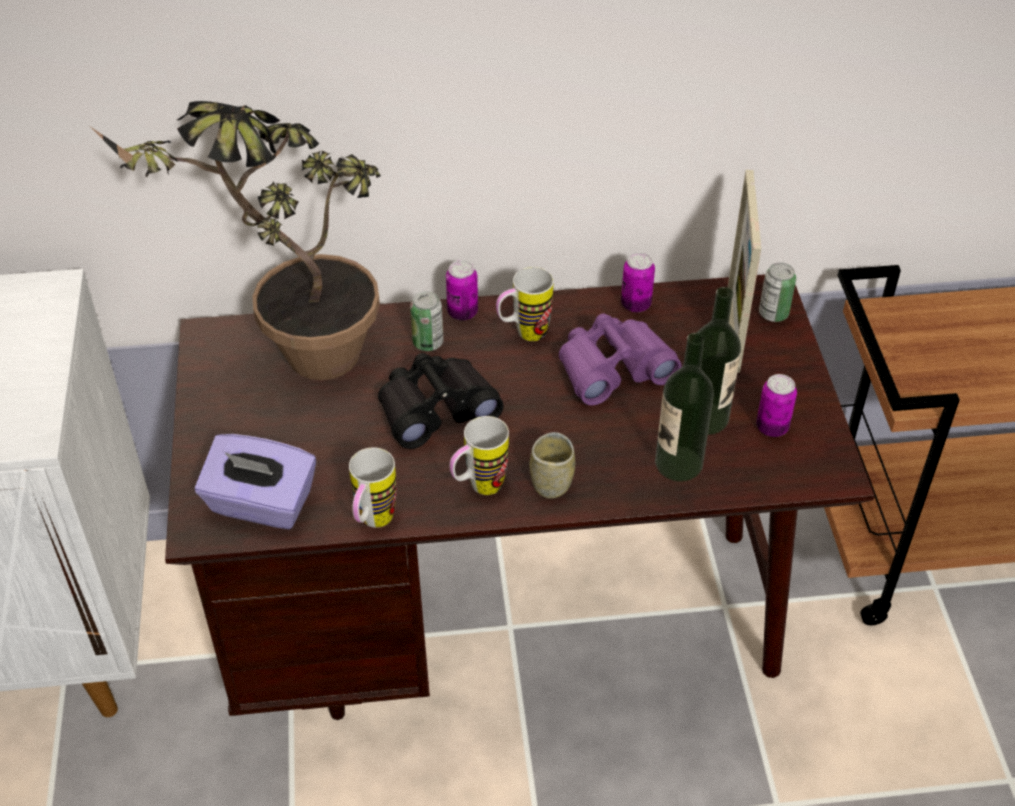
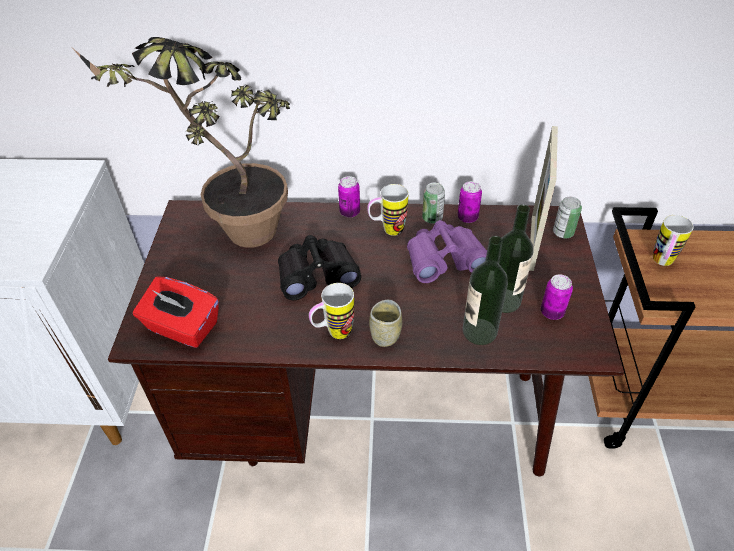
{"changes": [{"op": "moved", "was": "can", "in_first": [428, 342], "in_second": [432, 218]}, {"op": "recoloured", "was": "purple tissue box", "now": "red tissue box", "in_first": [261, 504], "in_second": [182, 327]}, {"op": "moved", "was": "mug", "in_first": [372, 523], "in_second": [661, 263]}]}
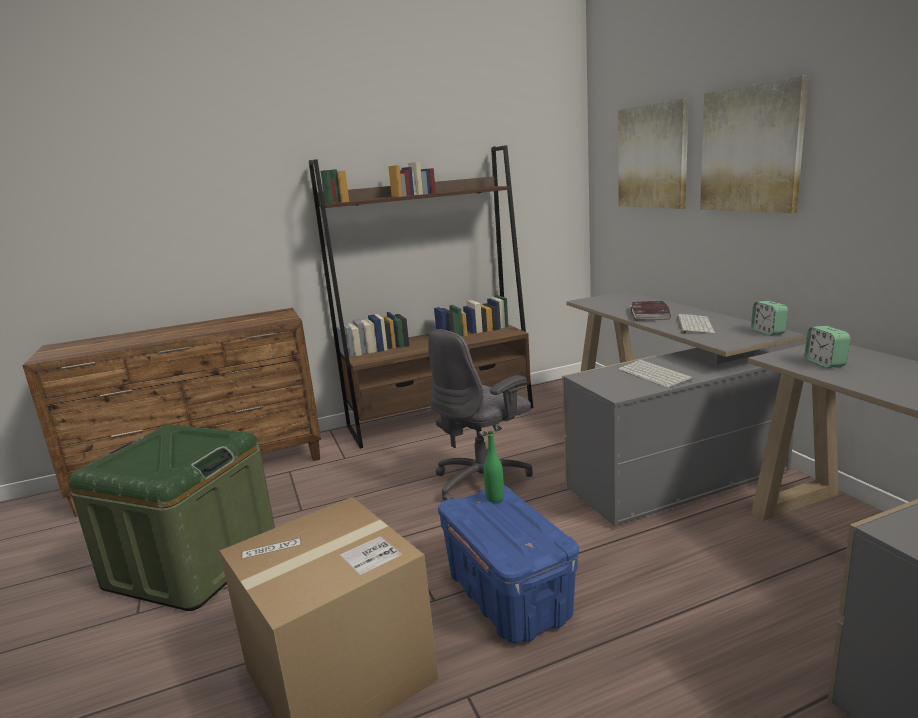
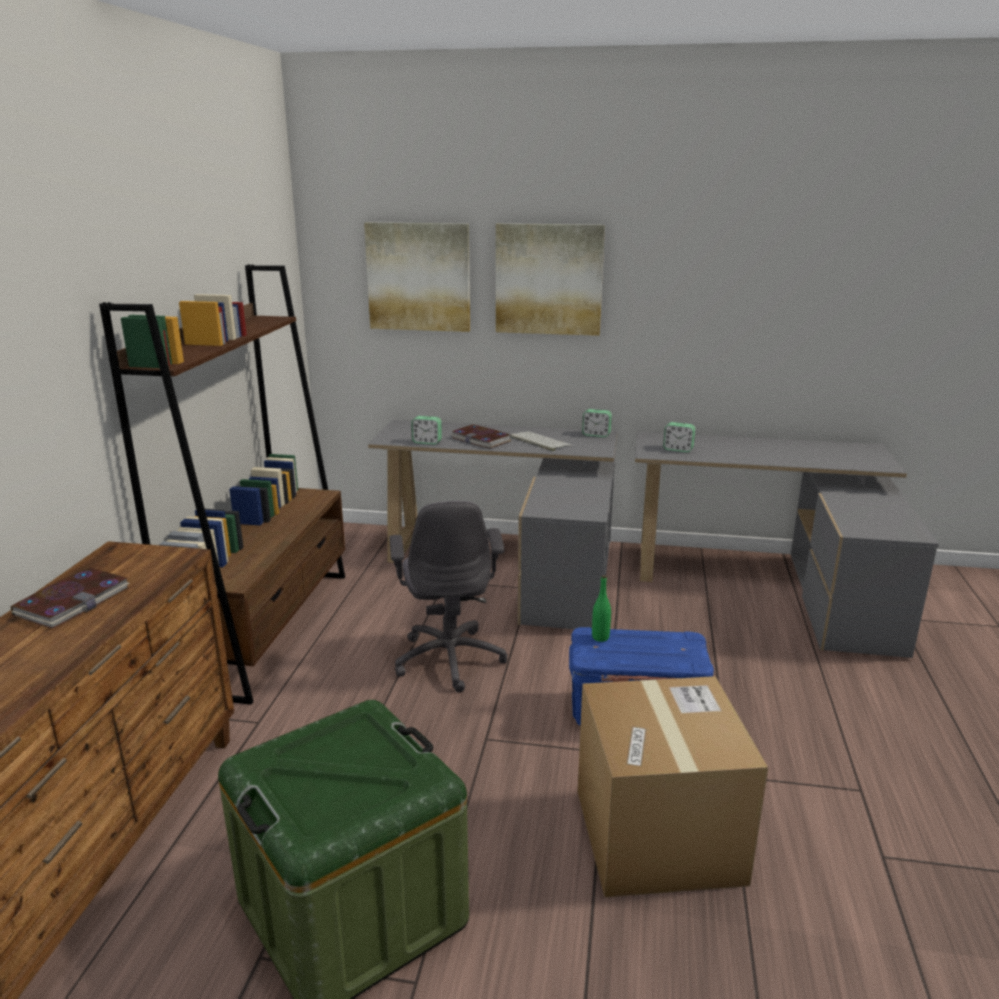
{"changes": [{"op": "removed", "was": "keyboard", "in_first": [655, 375]}, {"op": "added", "now": "alarm clock", "in_second": [427, 442]}, {"op": "added", "now": "book", "in_second": [73, 601]}]}
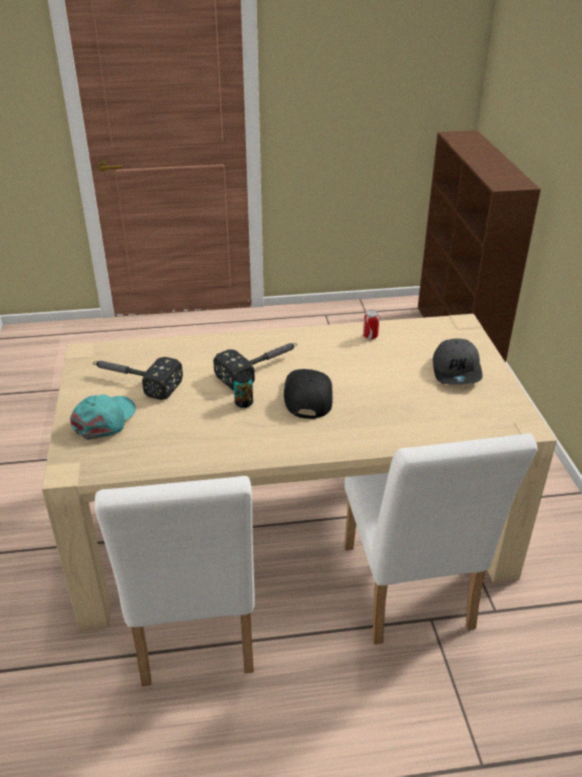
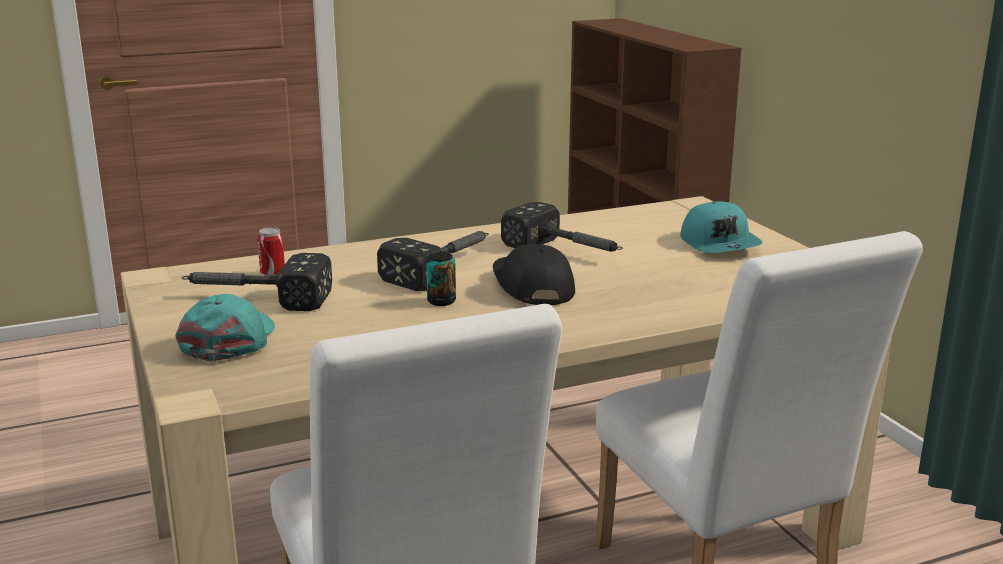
{"changes": [{"op": "moved", "was": "can", "in_first": [370, 336], "in_second": [273, 273]}, {"op": "recoloured", "was": "grey cap", "now": "turquoise cap", "in_first": [457, 371], "in_second": [720, 244]}, {"op": "added", "now": "hammer", "in_second": [567, 251]}]}
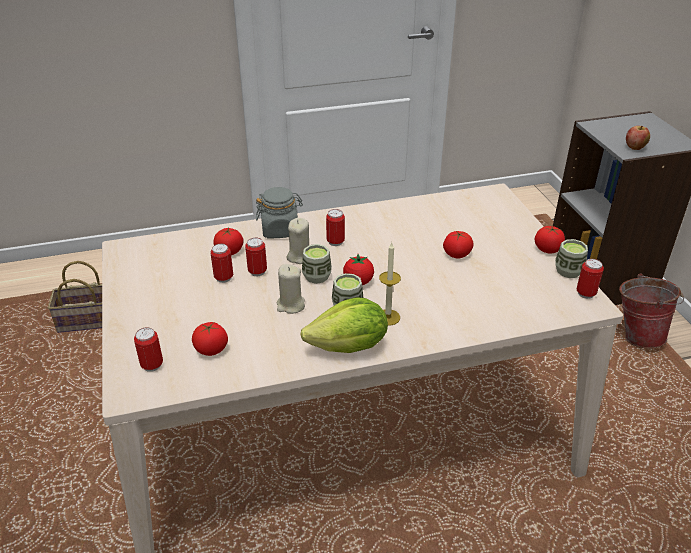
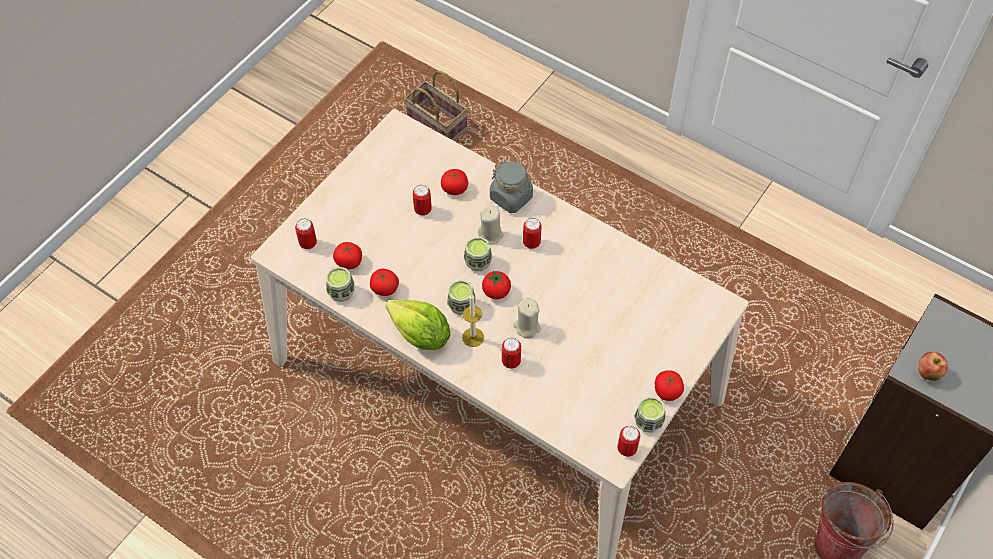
{"changes": [{"op": "moved", "was": "tomato", "in_first": [457, 254], "in_second": [385, 288]}, {"op": "moved", "was": "can", "in_first": [257, 271], "in_second": [511, 362]}, {"op": "moved", "was": "beige candle", "in_first": [290, 305], "in_second": [527, 327]}, {"op": "added", "now": "cup", "in_second": [341, 292]}]}
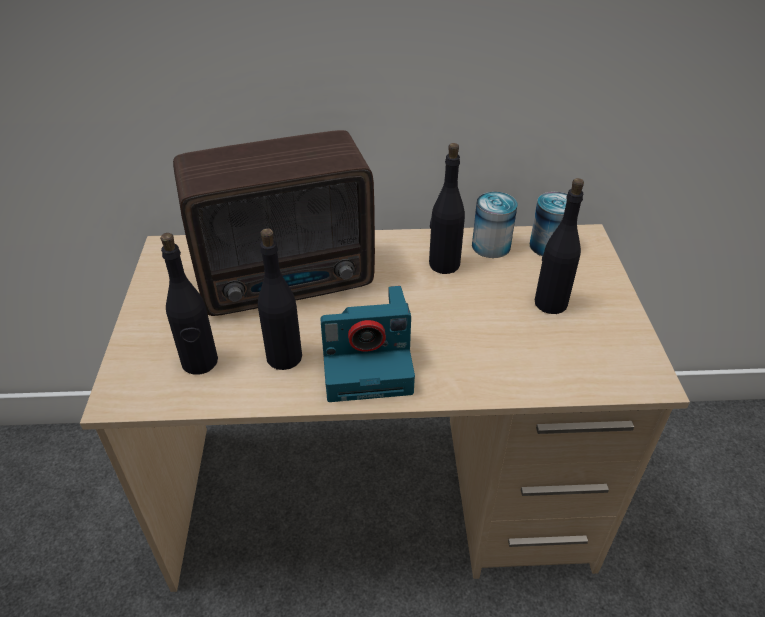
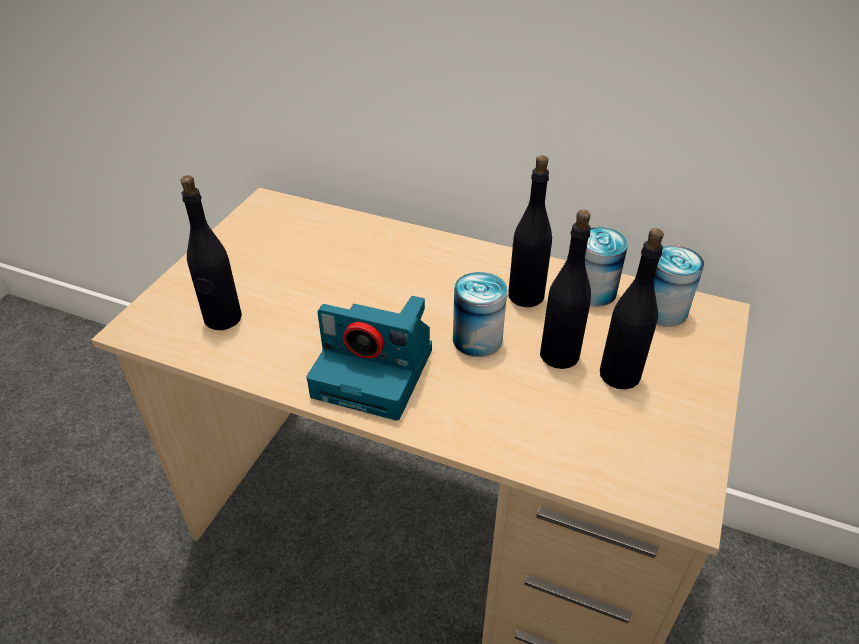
{"changes": [{"op": "removed", "was": "radio", "in_first": [290, 282]}, {"op": "moved", "was": "black bottle", "in_first": [284, 357], "in_second": [559, 355]}, {"op": "added", "now": "can", "in_second": [477, 339]}]}
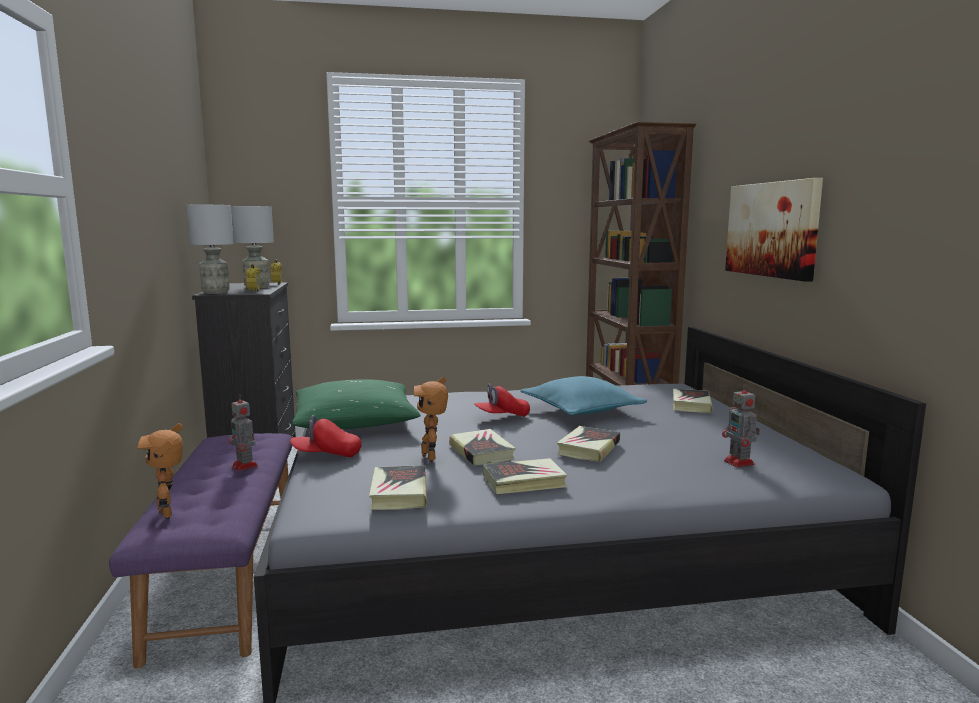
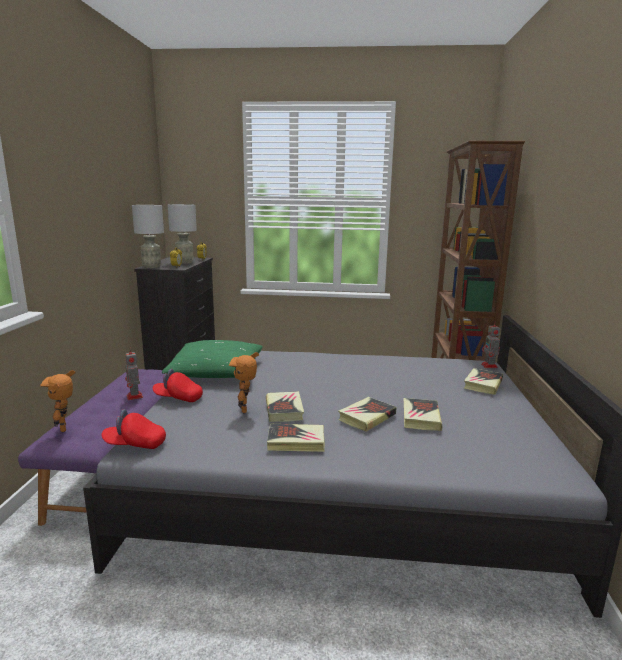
{"changes": [{"op": "removed", "was": "picture", "in_first": [772, 229]}, {"op": "removed", "was": "turquoise pillow", "in_first": [581, 410]}, {"op": "moved", "was": "toy robot", "in_first": [740, 463], "in_second": [489, 366]}, {"op": "moved", "was": "red cap", "in_first": [502, 416], "in_second": [135, 444]}, {"op": "moved", "was": "book", "in_first": [399, 493], "in_second": [420, 417]}]}
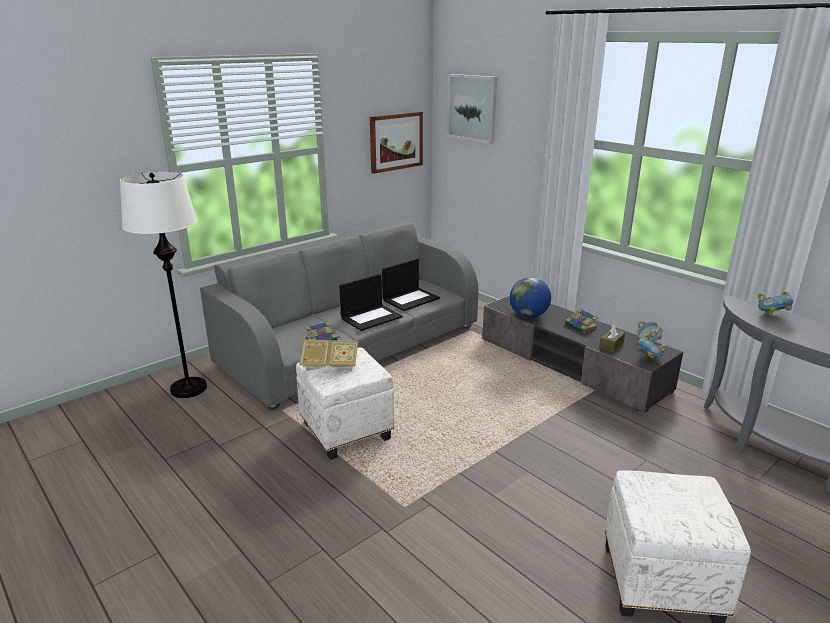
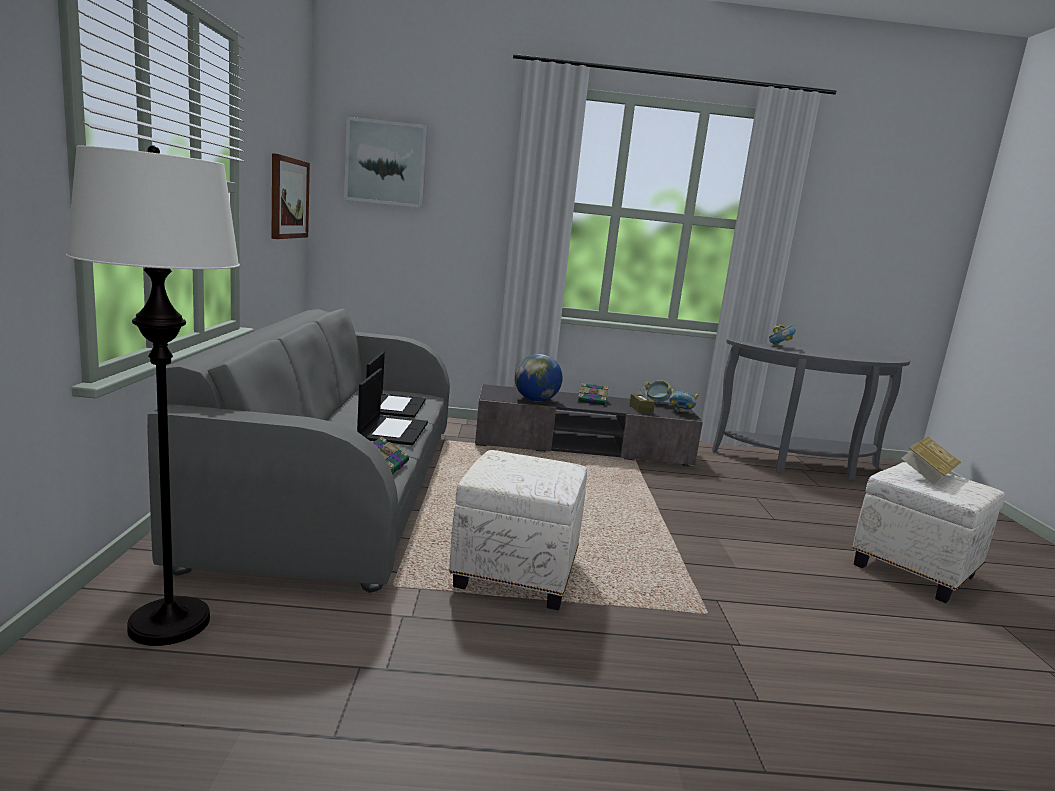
{"changes": [{"op": "moved", "was": "book", "in_first": [330, 366], "in_second": [927, 474]}]}
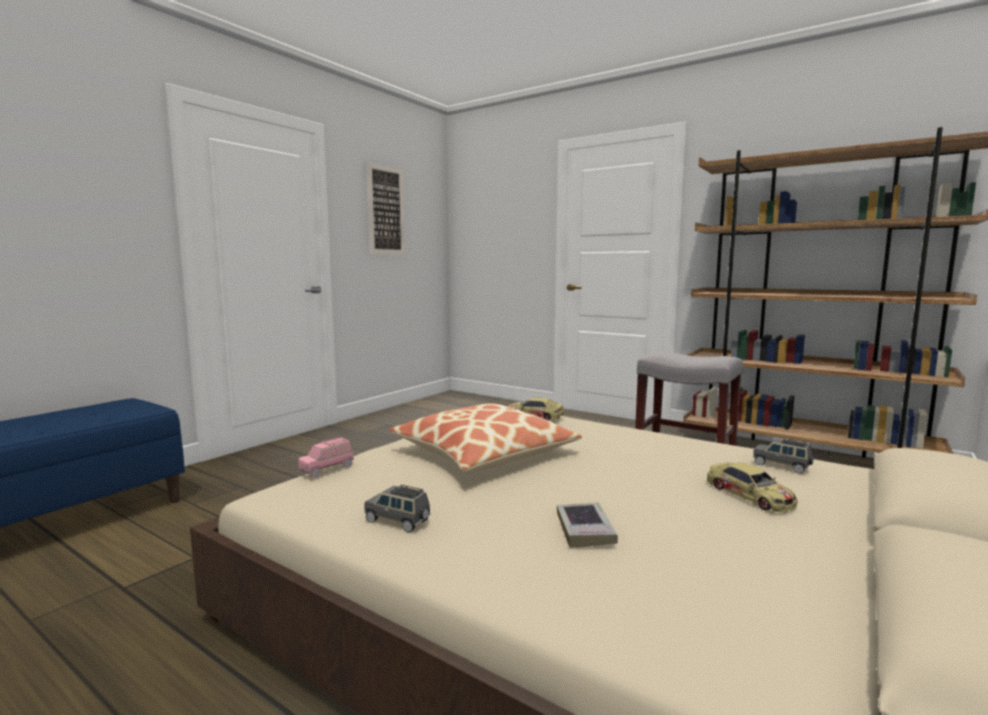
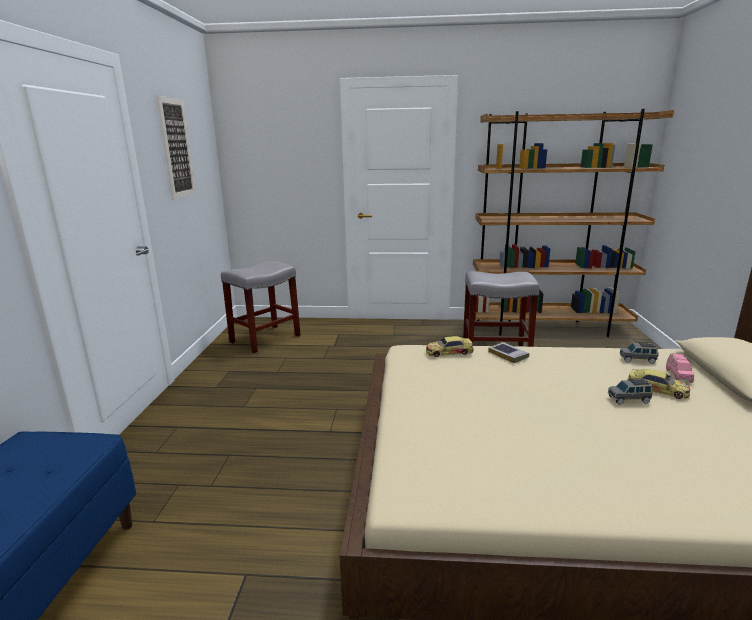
{"changes": [{"op": "removed", "was": "pillow", "in_first": [484, 454]}, {"op": "moved", "was": "pink toy car", "in_first": [327, 469], "in_second": [678, 375]}, {"op": "moved", "was": "grey toy car", "in_first": [398, 521], "in_second": [629, 399]}, {"op": "moved", "was": "book", "in_first": [585, 530], "in_second": [508, 355]}, {"op": "added", "now": "grey stool", "in_second": [265, 339]}]}
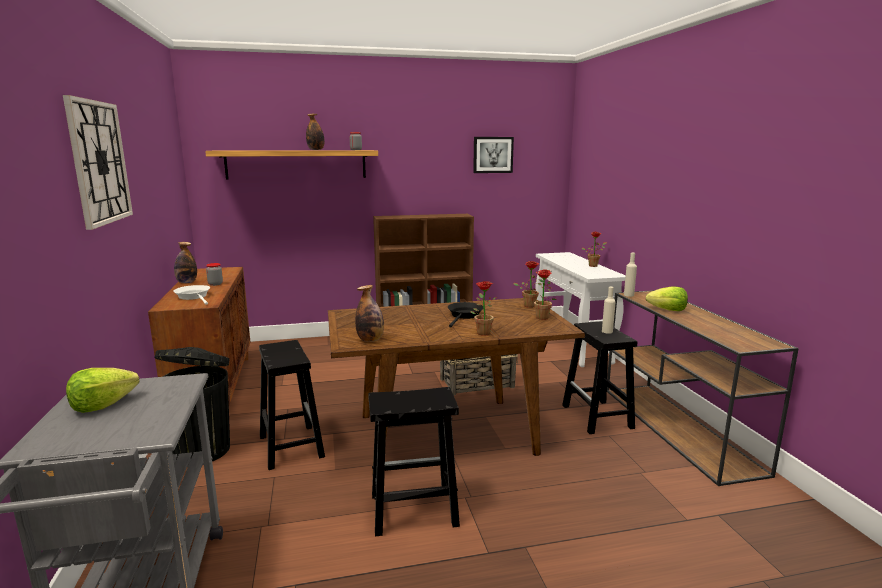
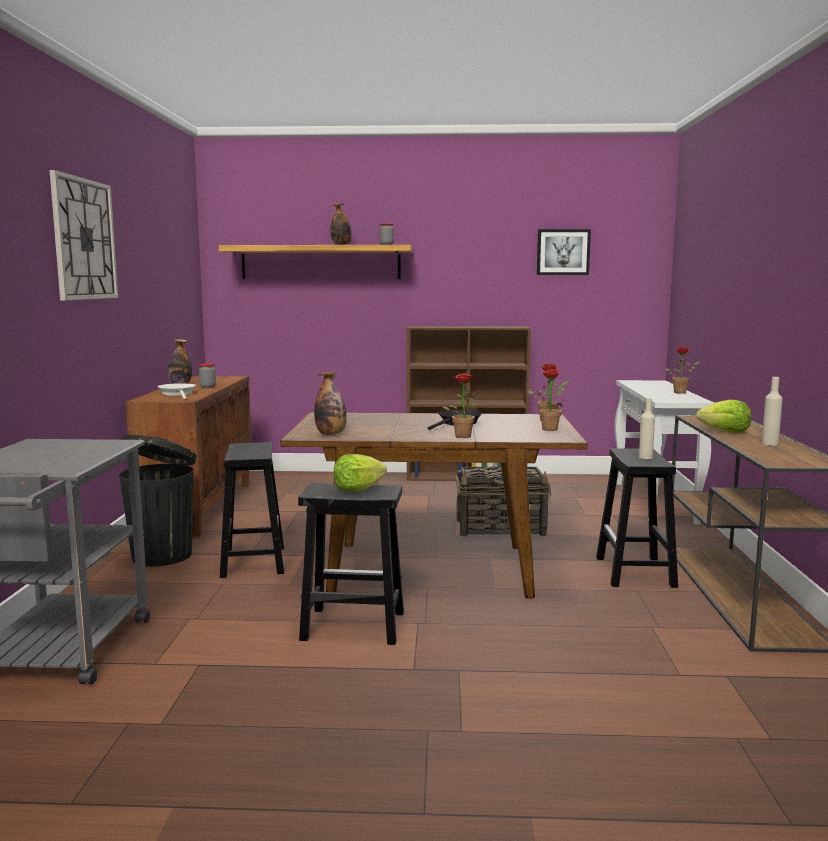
{"changes": [{"op": "moved", "was": "beige bottle", "in_first": [628, 295], "in_second": [770, 444]}, {"op": "moved", "was": "lettuce", "in_first": [102, 405], "in_second": [358, 489]}]}
